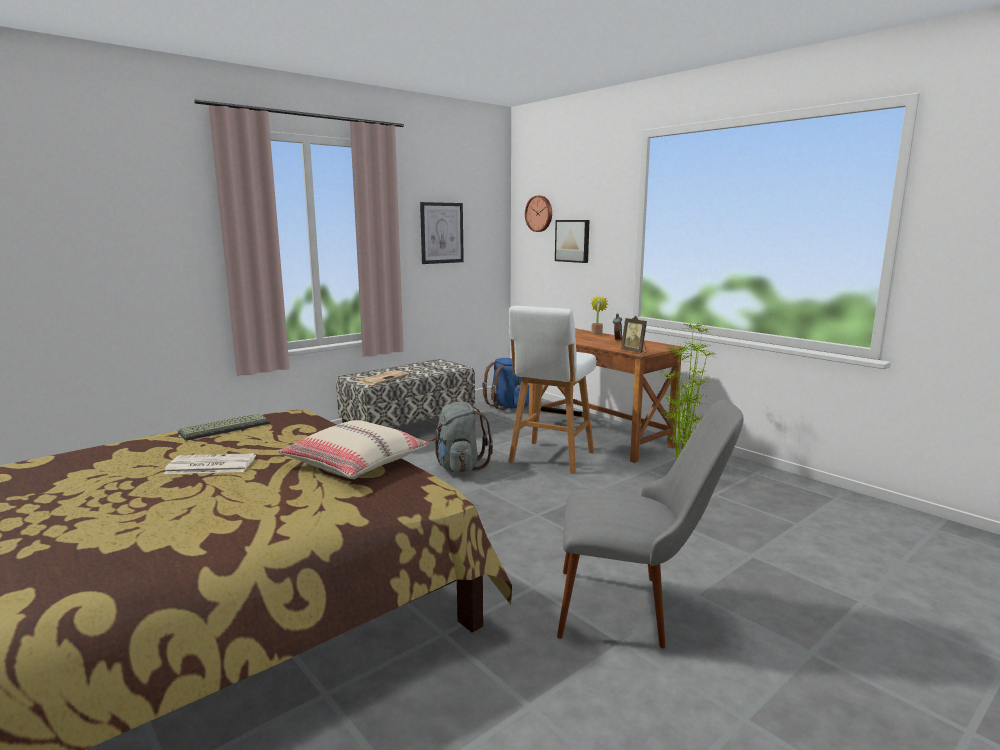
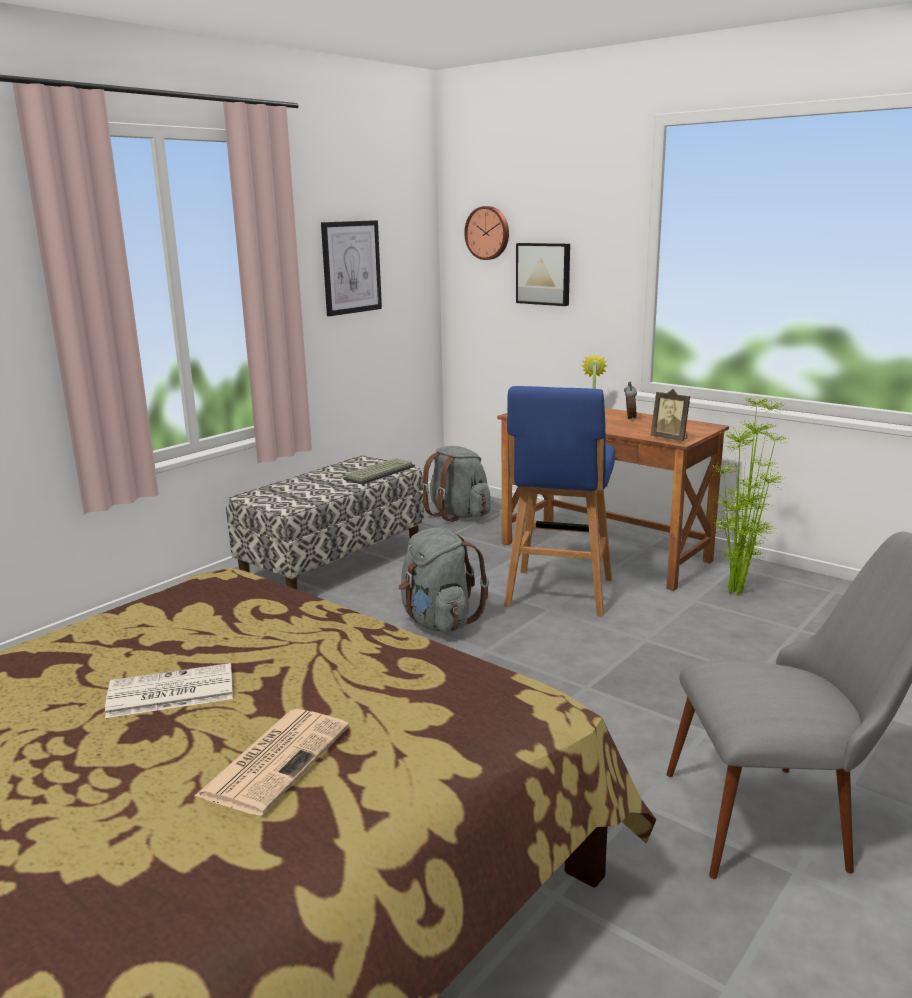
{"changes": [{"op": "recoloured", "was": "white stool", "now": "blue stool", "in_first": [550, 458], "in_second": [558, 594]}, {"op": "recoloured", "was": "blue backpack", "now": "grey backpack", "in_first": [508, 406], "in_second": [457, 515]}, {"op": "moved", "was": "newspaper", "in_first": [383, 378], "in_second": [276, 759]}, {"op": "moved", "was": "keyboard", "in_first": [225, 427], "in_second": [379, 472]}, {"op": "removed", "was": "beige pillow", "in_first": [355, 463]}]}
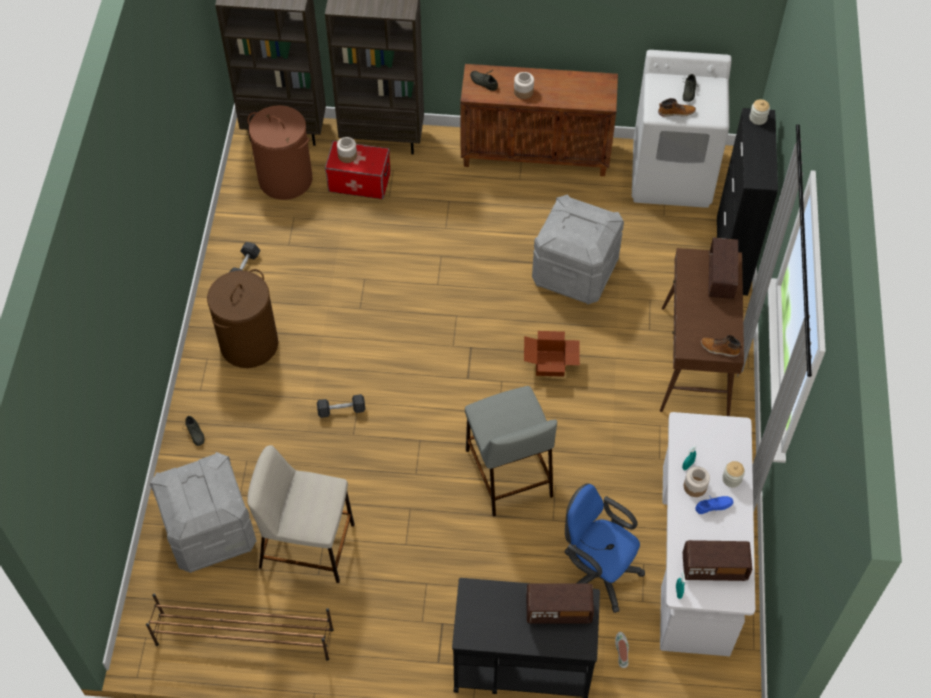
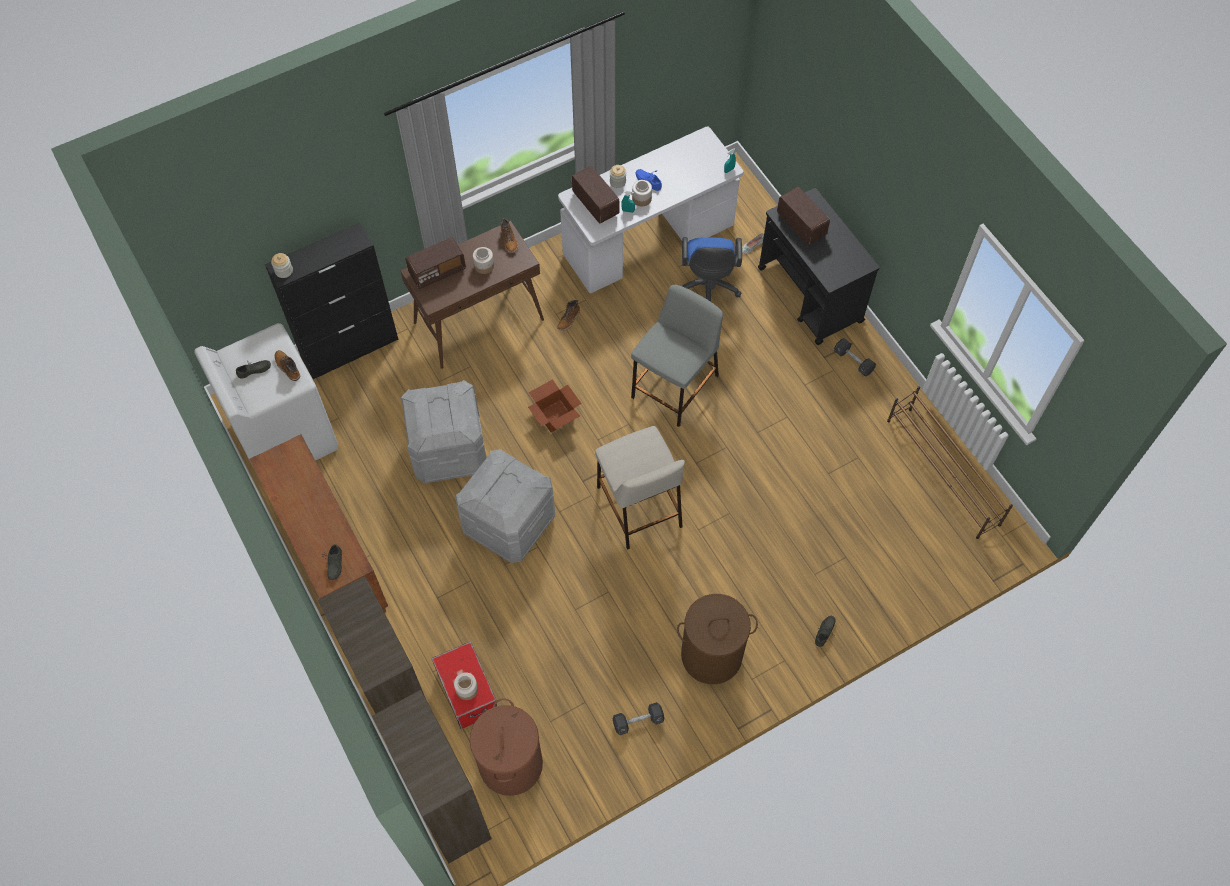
{"changes": [{"op": "moved", "was": "jar", "in_first": [523, 92], "in_second": [484, 266]}, {"op": "moved", "was": "black dumbbell", "in_first": [341, 410], "in_second": [853, 361]}, {"op": "moved", "was": "beige stool", "in_first": [308, 545], "in_second": [638, 505]}, {"op": "moved", "was": "grey storage box", "in_first": [211, 531], "in_second": [509, 522]}, {"op": "moved", "was": "radio", "in_first": [714, 568], "in_second": [595, 204]}, {"op": "added", "now": "boot", "in_second": [569, 319]}]}
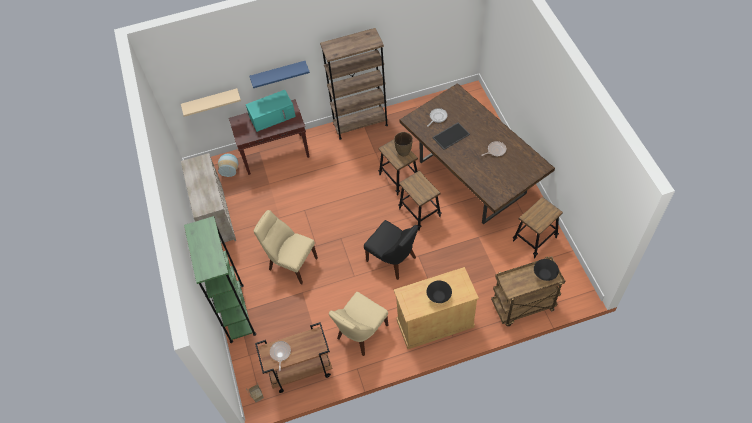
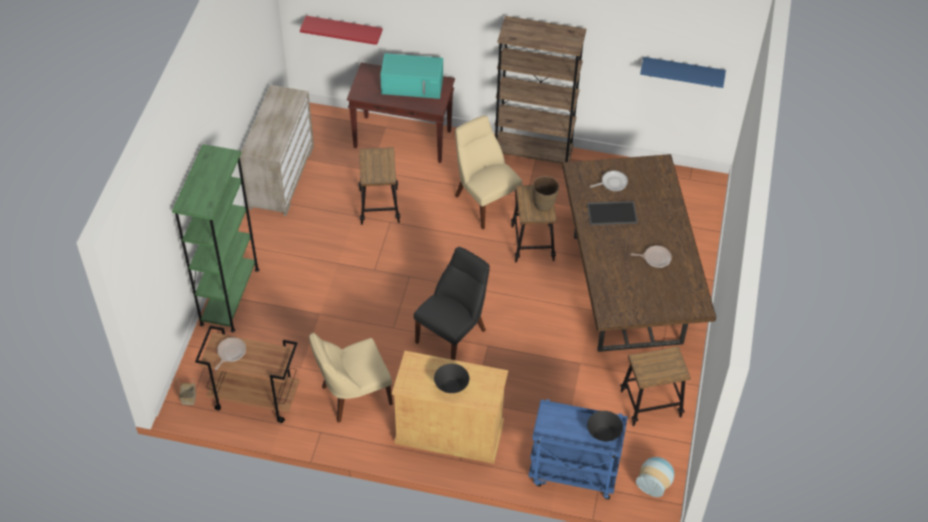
{"changes": [{"op": "moved", "was": "blue shelf", "in_first": [278, 74], "in_second": [683, 72]}, {"op": "recoloured", "was": "beige shelf", "now": "red shelf", "in_first": [211, 101], "in_second": [344, 30]}, {"op": "moved", "was": "vase", "in_first": [230, 169], "in_second": [654, 483]}, {"op": "moved", "was": "stool", "in_first": [419, 212], "in_second": [379, 206]}, {"op": "moved", "was": "beige chair", "in_first": [291, 263], "in_second": [484, 201]}, {"op": "turned", "was": "black chair", "in_first": [393, 260], "in_second": [453, 334], "clockwise": -120}, {"op": "recoloured", "was": "brown cart", "now": "blue cart", "in_first": [522, 307], "in_second": [572, 474]}]}
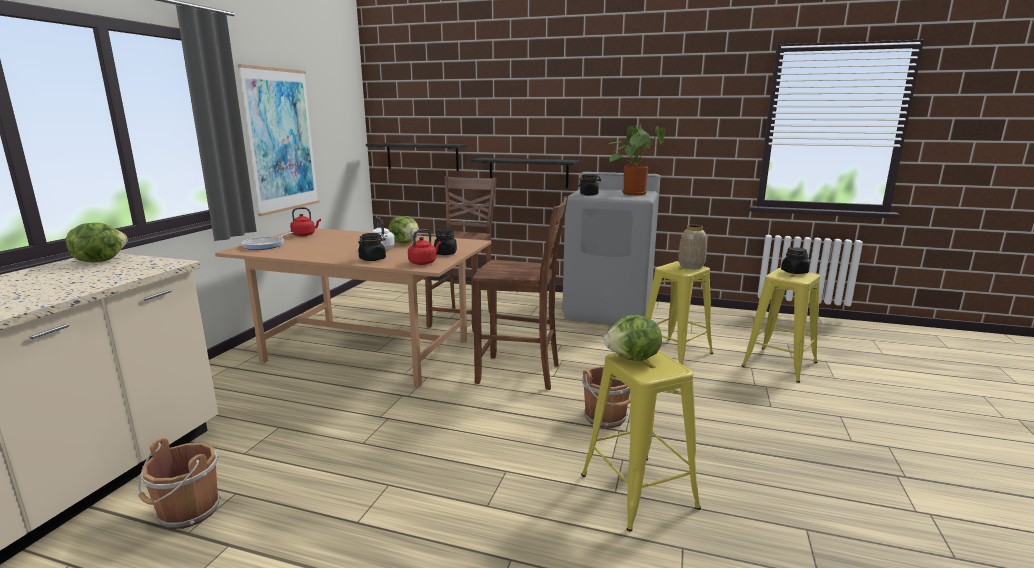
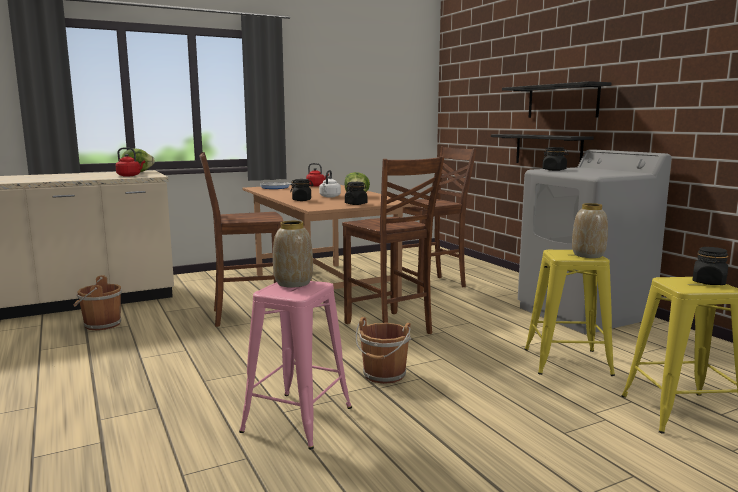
{"changes": [{"op": "removed", "was": "picture", "in_first": [281, 140]}, {"op": "removed", "was": "potted plant", "in_first": [633, 193]}, {"op": "moved", "was": "black shelf", "in_first": [422, 156], "in_second": [562, 101]}, {"op": "moved", "was": "red kettle", "in_first": [424, 262], "in_second": [130, 176]}, {"op": "replaced", "was": "lettuce", "now": "vase", "in_first": [633, 359], "in_second": [293, 283]}, {"op": "recoloured", "was": "yellow stool", "now": "pink stool", "in_first": [638, 491], "in_second": [297, 419]}, {"op": "added", "now": "brown chair", "in_second": [247, 315]}]}
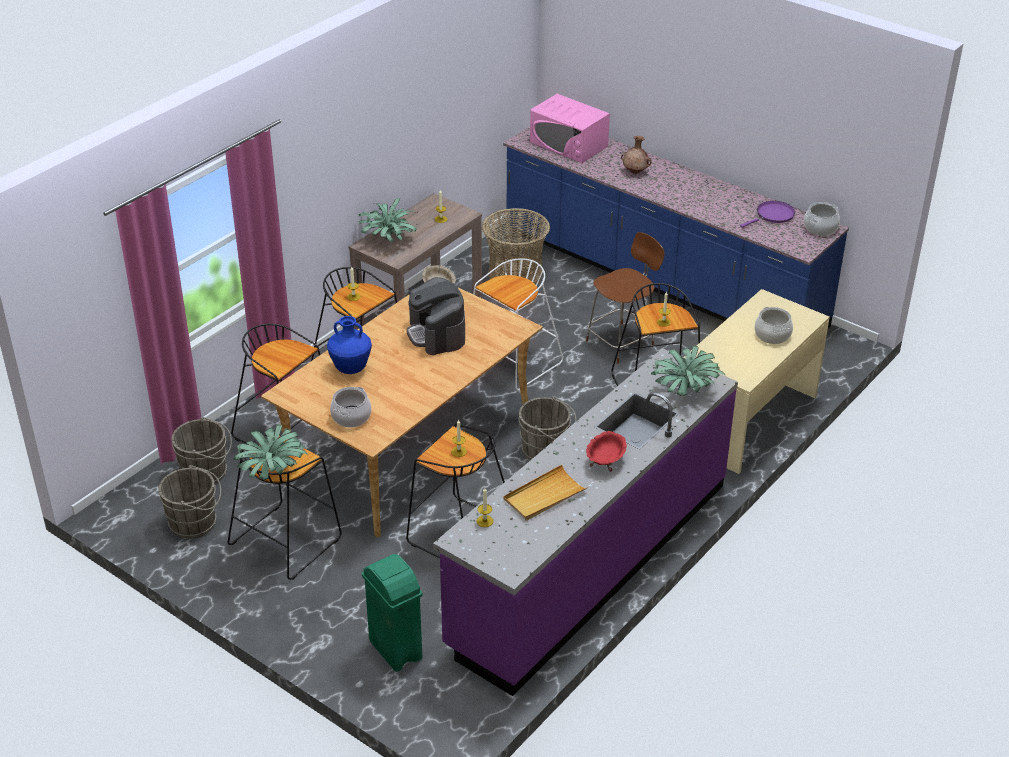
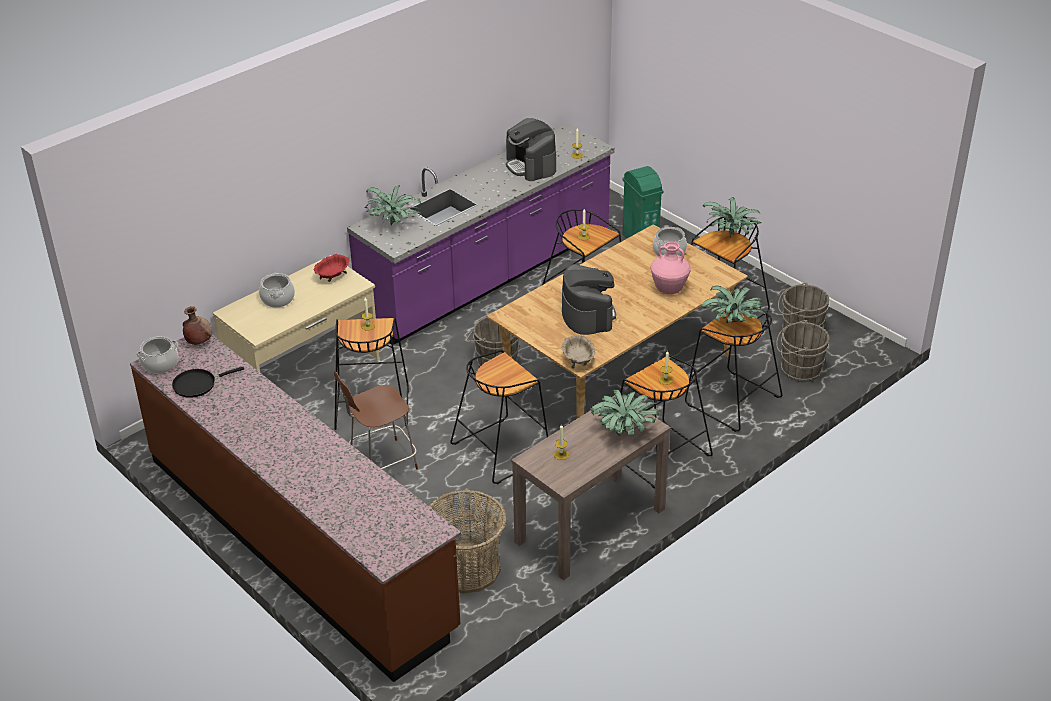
{"changes": [{"op": "removed", "was": "pink microwave", "in_first": [569, 144]}, {"op": "recoloured", "was": "blue counter", "now": "brown counter", "in_first": [661, 280], "in_second": [298, 541]}, {"op": "moved", "was": "brown vase", "in_first": [635, 172], "in_second": [199, 342]}, {"op": "recoloured", "was": "purple frying pan", "now": "black frying pan", "in_first": [773, 215], "in_second": [197, 384]}, {"op": "recoloured", "was": "white stool", "now": "black stool", "in_first": [513, 363], "in_second": [501, 449]}, {"op": "recoloured", "was": "blue vase", "now": "pink vase", "in_first": [350, 369], "in_second": [669, 290]}, {"op": "moved", "was": "red bowl", "in_first": [605, 461], "in_second": [332, 277]}, {"op": "replaced", "was": "beige tray", "now": "coffee machine", "in_first": [544, 496], "in_second": [531, 166]}, {"op": "added", "now": "potted plant", "in_second": [732, 323]}]}
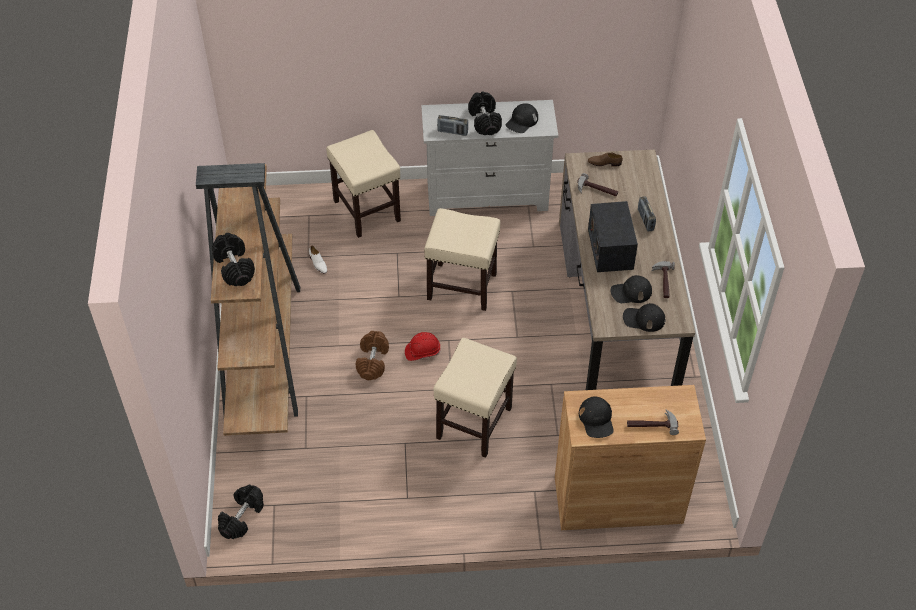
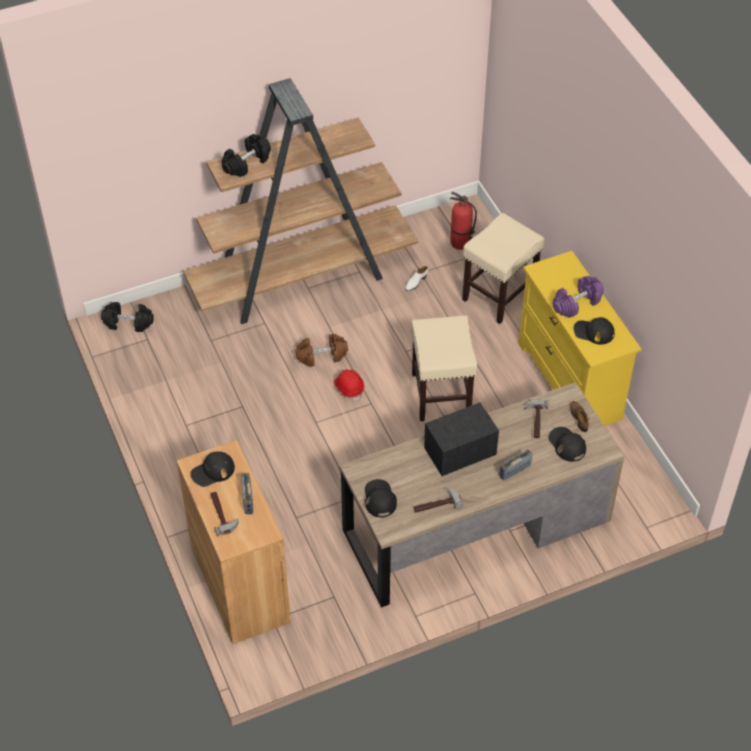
{"changes": [{"op": "recoloured", "was": "black dumbbell", "now": "purple dumbbell", "in_first": [484, 121], "in_second": [577, 303]}, {"op": "recoloured", "was": "white dresser", "now": "yellow dresser", "in_first": [487, 196], "in_second": [569, 381]}, {"op": "moved", "was": "radio", "in_first": [452, 132], "in_second": [247, 499]}, {"op": "moved", "was": "black cap", "in_first": [631, 292], "in_second": [567, 445]}, {"op": "removed", "was": "beige stool", "in_first": [474, 422]}, {"op": "added", "now": "fire extinguisher", "in_second": [460, 243]}]}
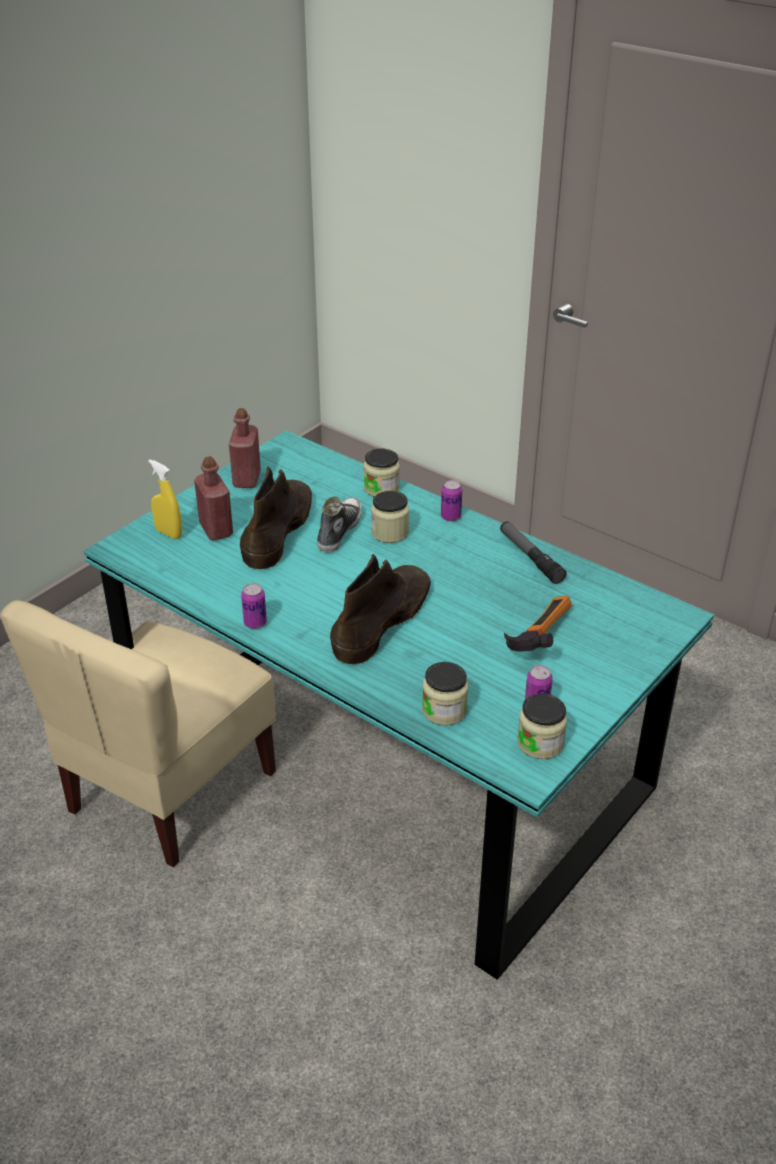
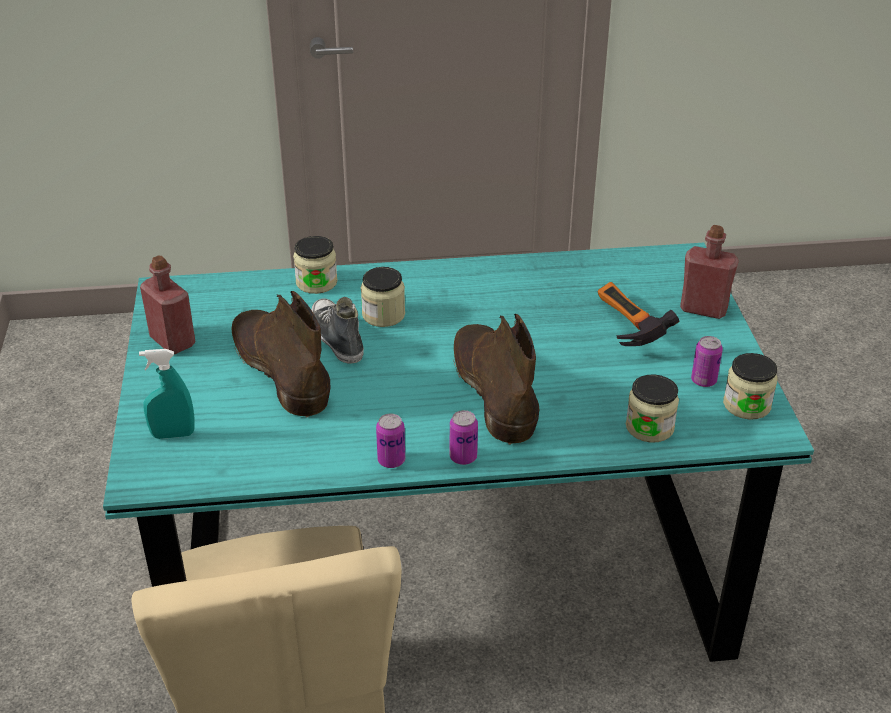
{"changes": [{"op": "moved", "was": "red bottle", "in_first": [216, 529], "in_second": [703, 309]}, {"op": "recoloured", "was": "yellow spray bottle", "now": "turquoise spray bottle", "in_first": [168, 533], "in_second": [173, 434]}, {"op": "moved", "was": "can", "in_first": [450, 517], "in_second": [463, 457]}, {"op": "removed", "was": "flashlight", "in_first": [530, 557]}]}
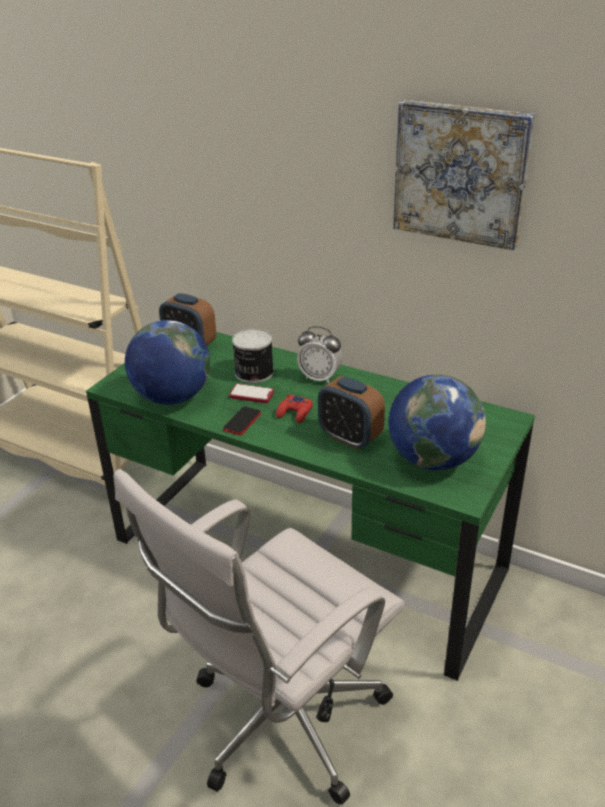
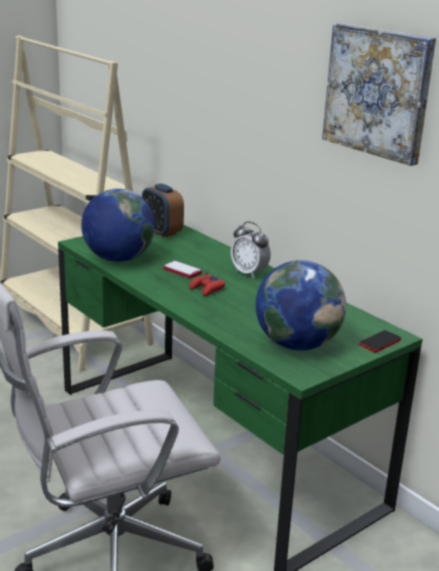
{"changes": [{"op": "removed", "was": "can", "in_first": [253, 373]}, {"op": "removed", "was": "alarm clock", "in_first": [350, 437]}, {"op": "moved", "was": "phone", "in_first": [242, 421], "in_second": [380, 342]}]}
